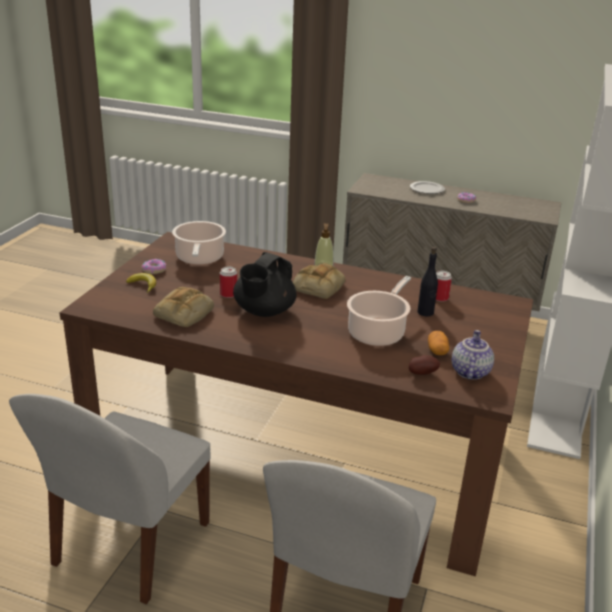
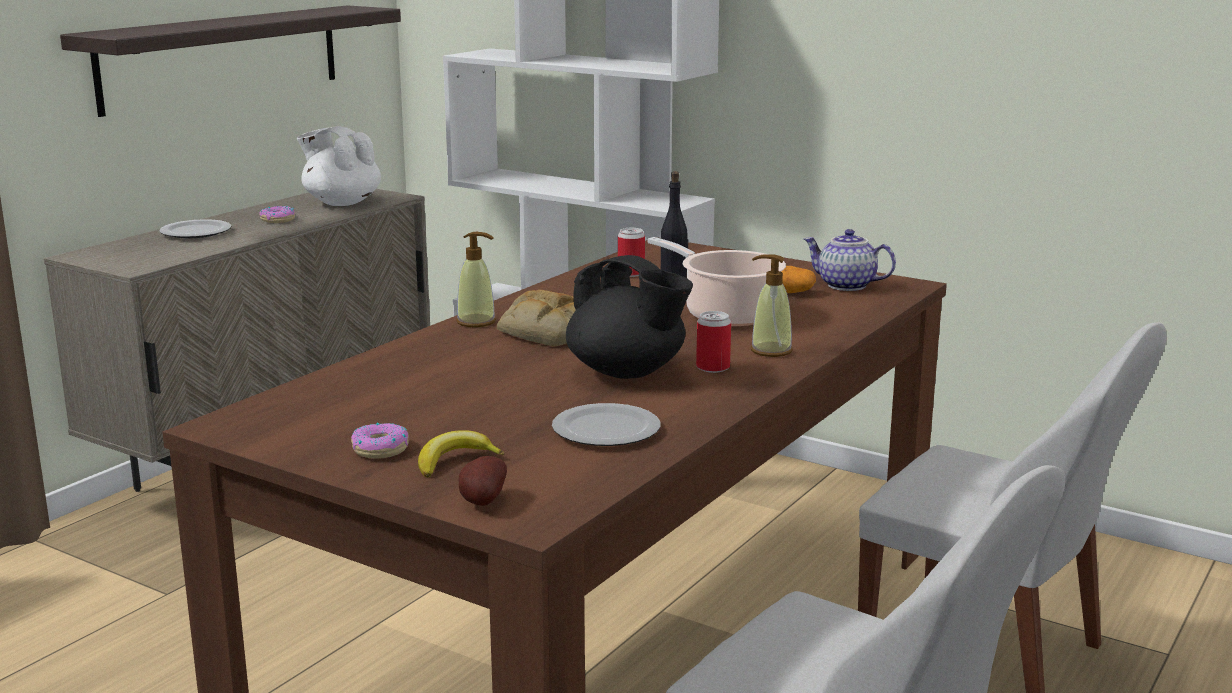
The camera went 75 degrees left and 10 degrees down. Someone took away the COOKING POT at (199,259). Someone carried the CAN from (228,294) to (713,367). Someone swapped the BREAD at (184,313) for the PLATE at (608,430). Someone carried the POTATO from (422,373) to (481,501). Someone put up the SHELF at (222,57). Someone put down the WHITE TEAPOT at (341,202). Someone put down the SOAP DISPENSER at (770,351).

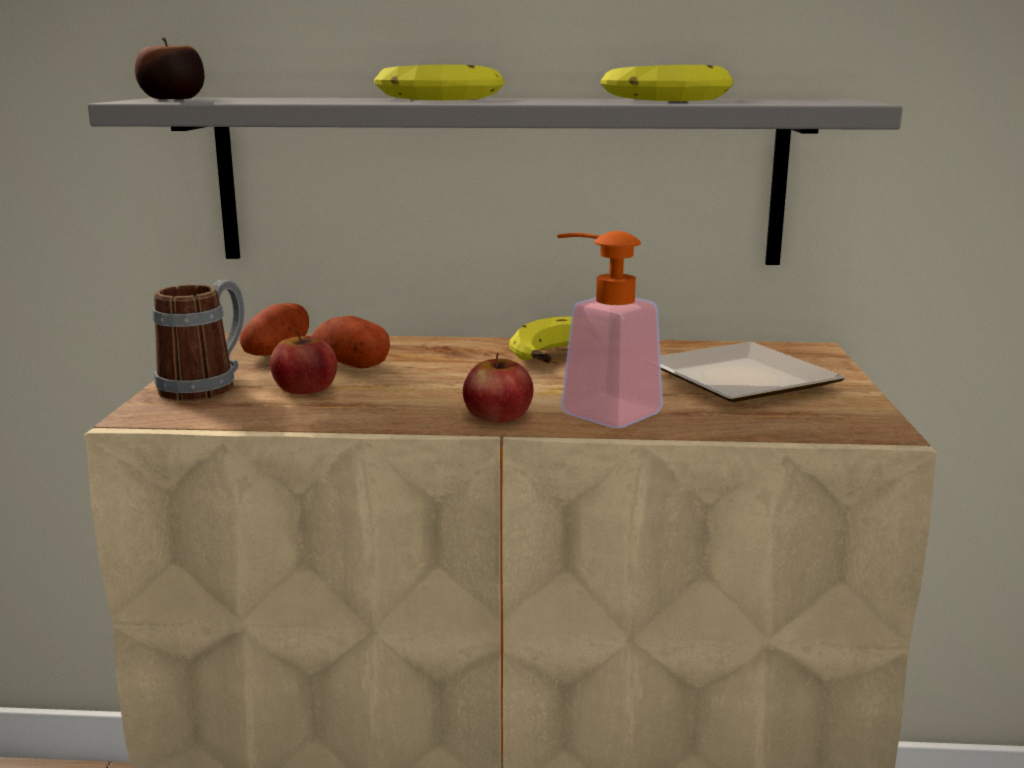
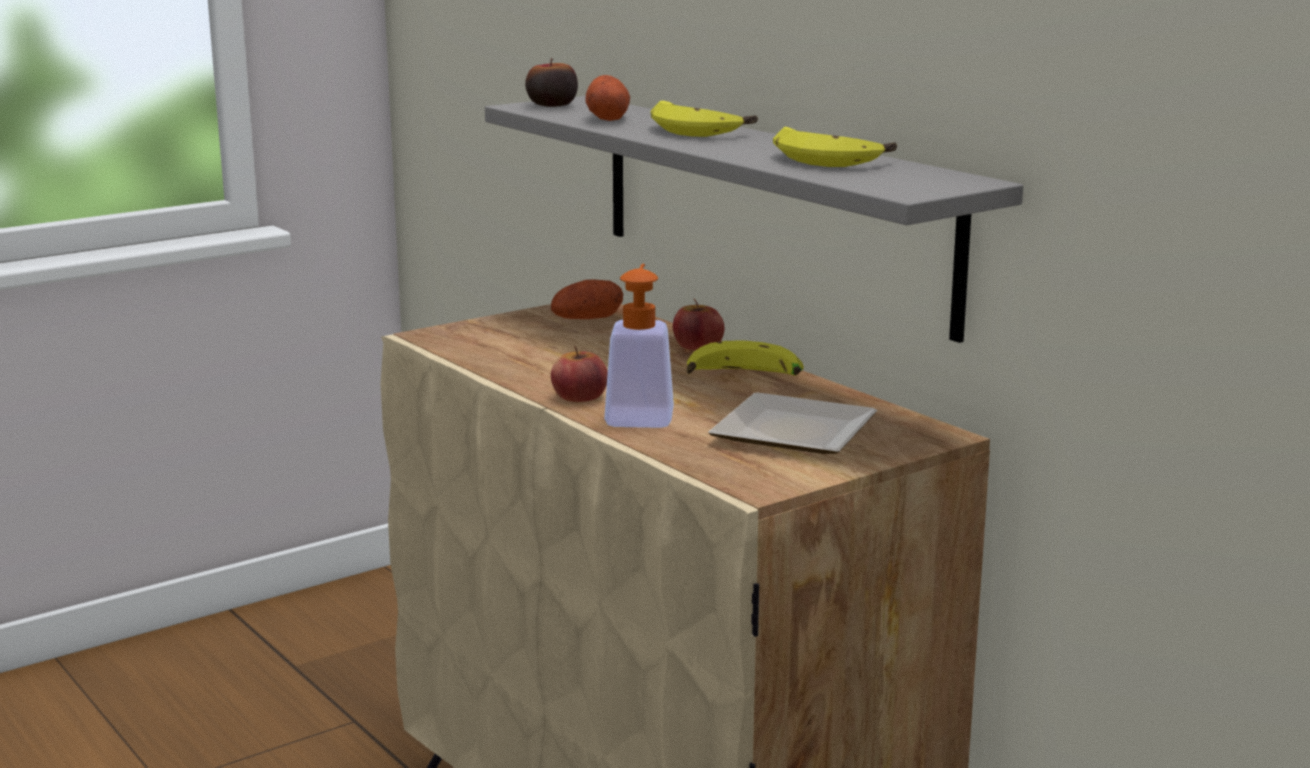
The camera went 50 degrees right and 0 degrees up. Someone took away the MUG at (208,385). Someone carried the POTATO from (351,364) to (607,118). Someone carried the APPLE from (305,387) to (698,346).

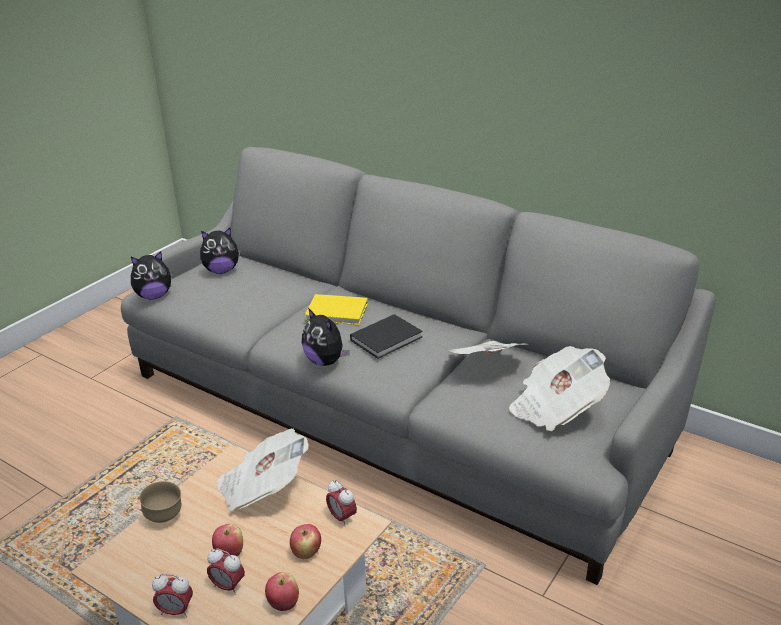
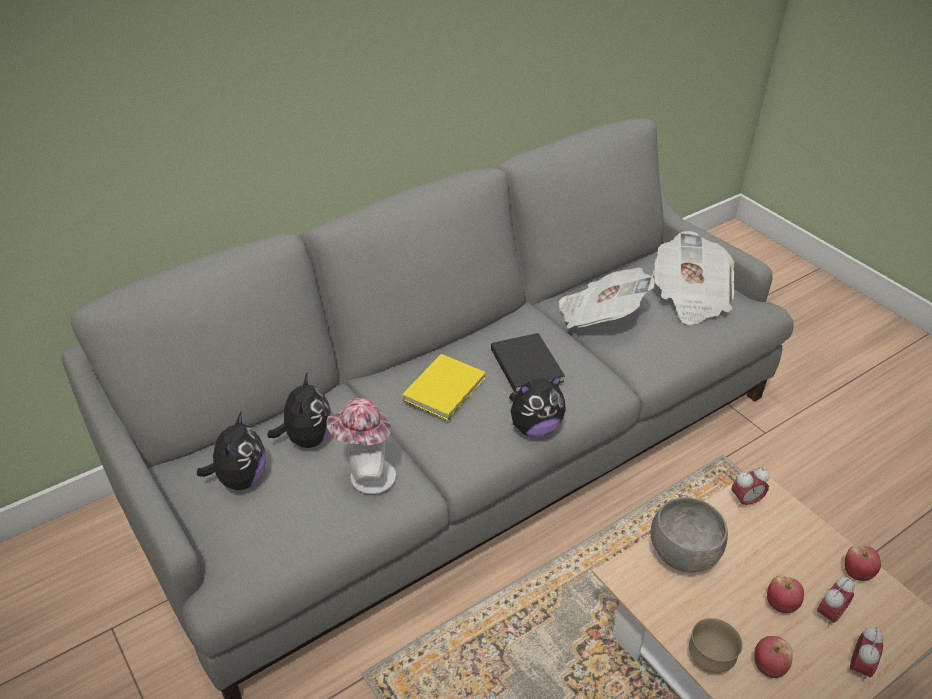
The camera went 70 degrees left and 10 degrees up. Someone carried the PLUSH TOY from (154,296) to (306,438). Someone swapped the NEWSPAPER at (263,488) for the GREY BOWL at (683,555). Someone carried the APPLE from (306,553) to (768,667). Someone put down the HAT at (366,477).

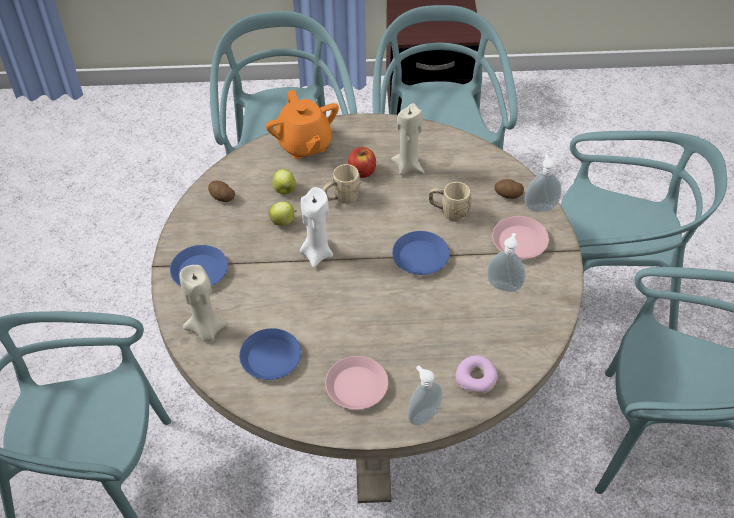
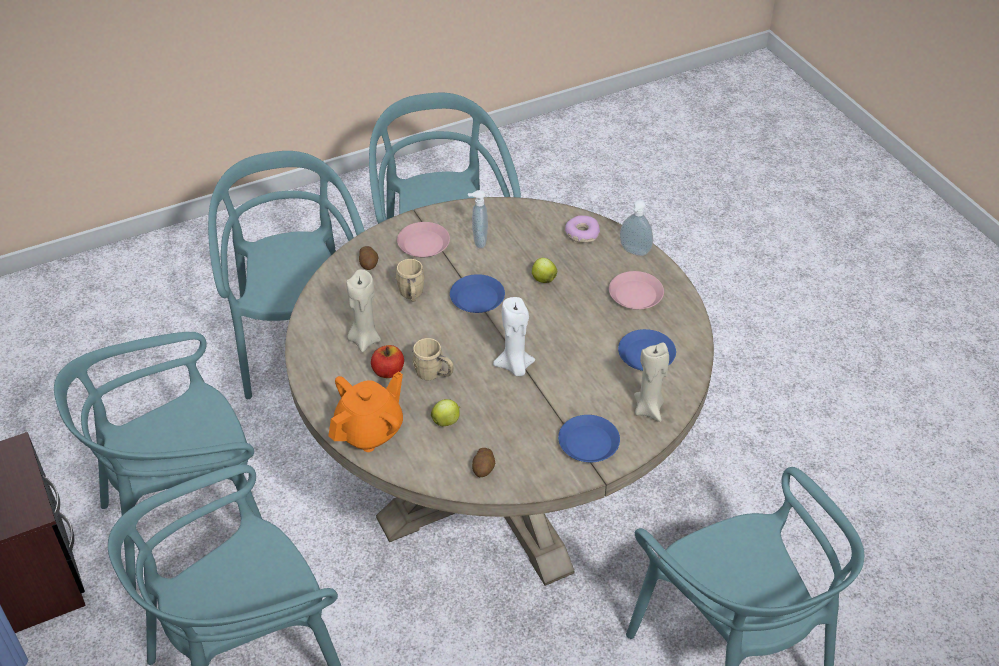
The camera went 115 degrees left and 5 degrees down. Someone took away the SOAP DISPENSER at (540,207). Someone carried the APPLE from (283,221) to (543,279).

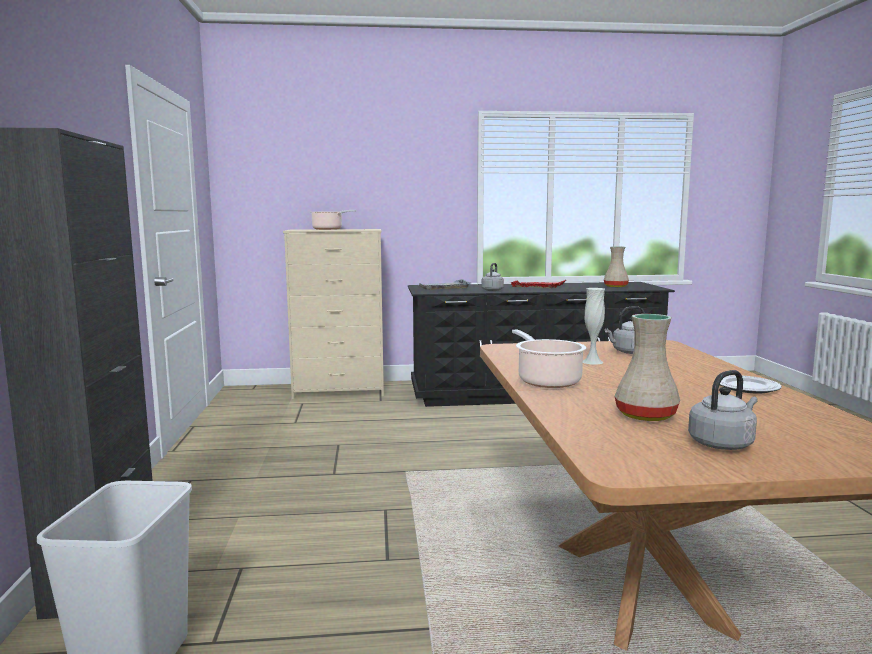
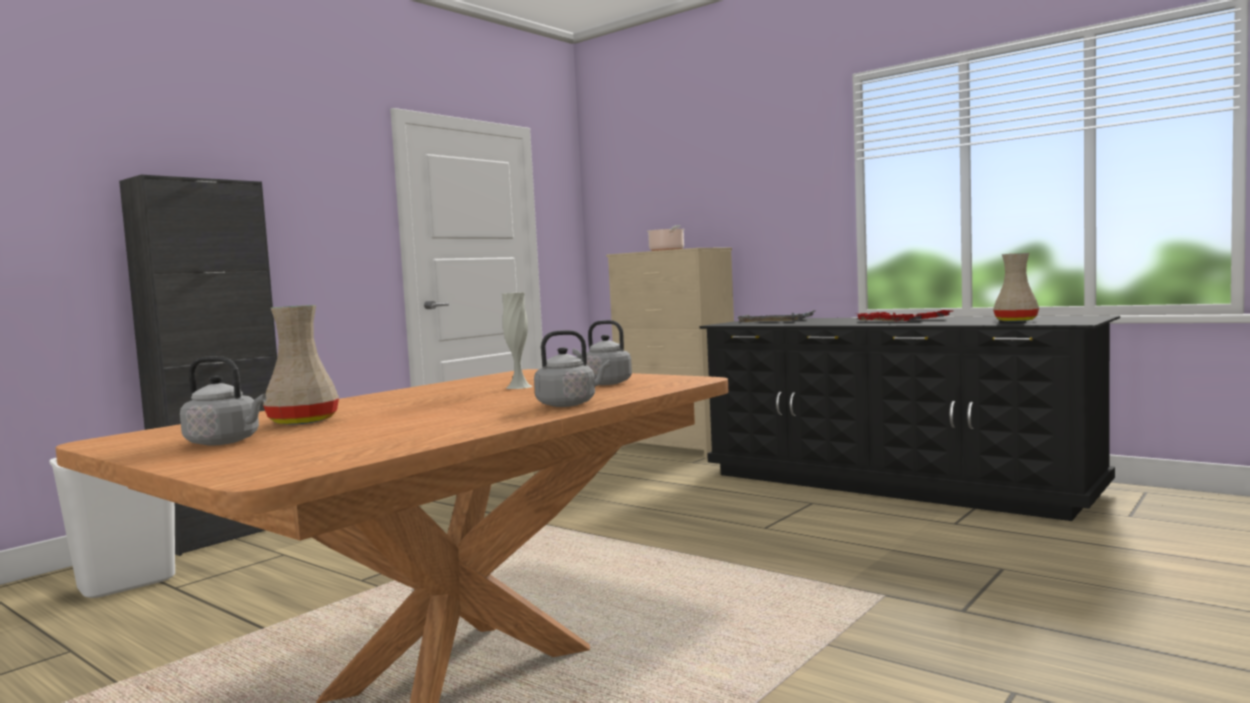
The camera went 45 degrees right and 5 degrees down. Someone carried the GREY KETTLE from (493,290) to (569,404). Someone took away the COOKING POT at (547,380). Someone took away the PLATE at (747,387).

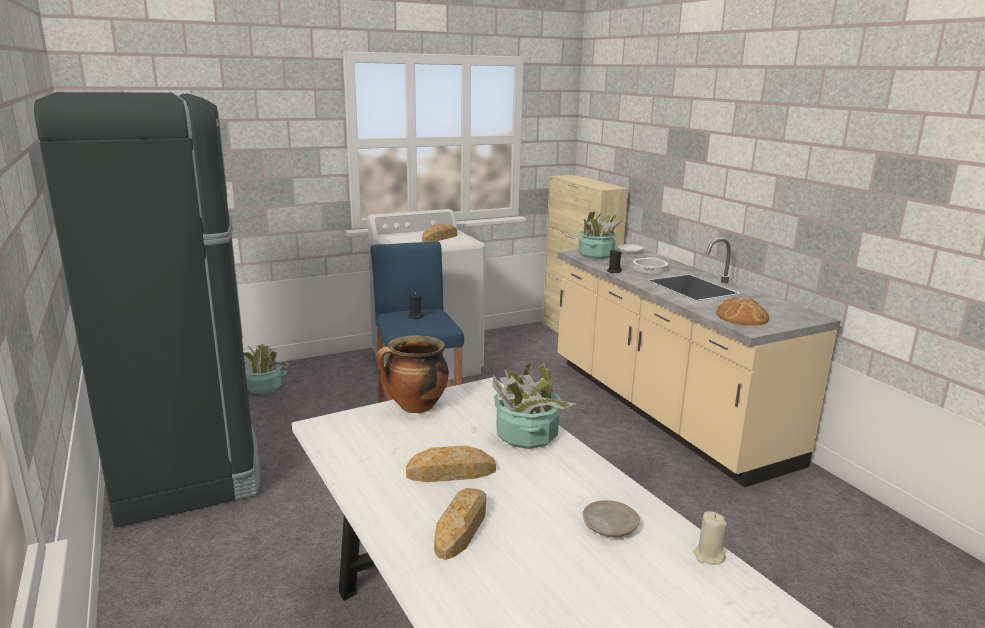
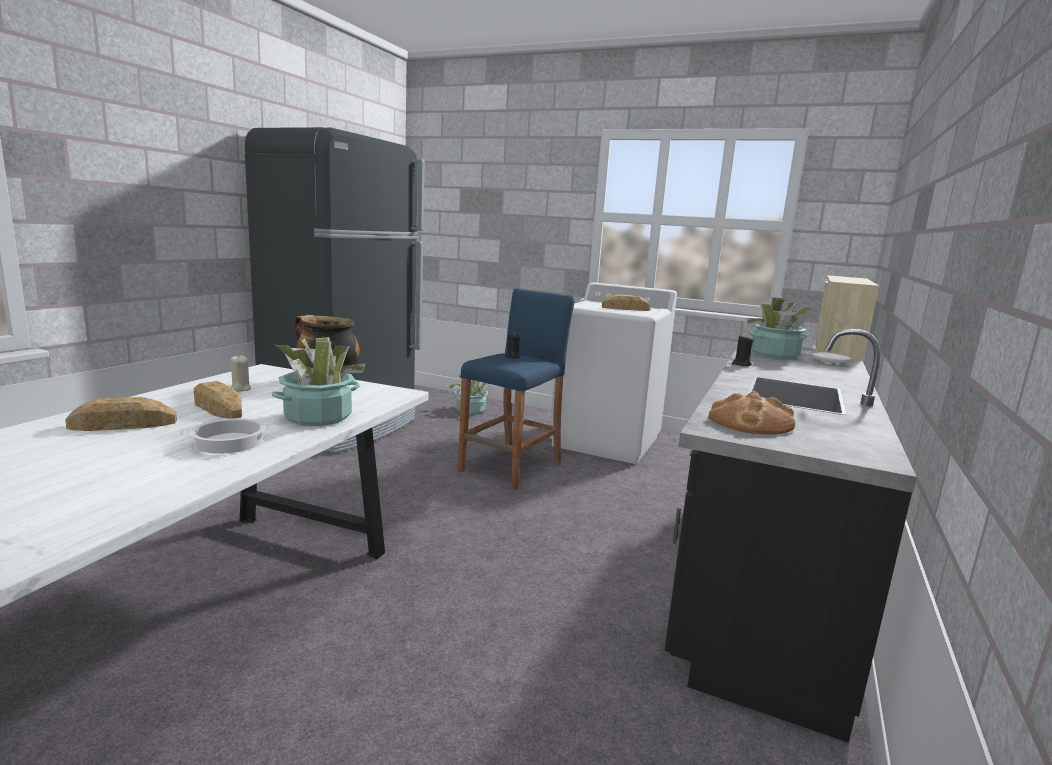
The camera went 50 degrees right and 5 degrees down. Someone repainted the BEIGE COUNTER at (663,410), which became the BLACK COUNTER at (762,573). Someone carried the COOKING POT from (650,269) to (228,443). Someone took away the BEIGE PLATE at (609,526). Someone carried the BEIGE CANDLE from (708,556) to (240,389).

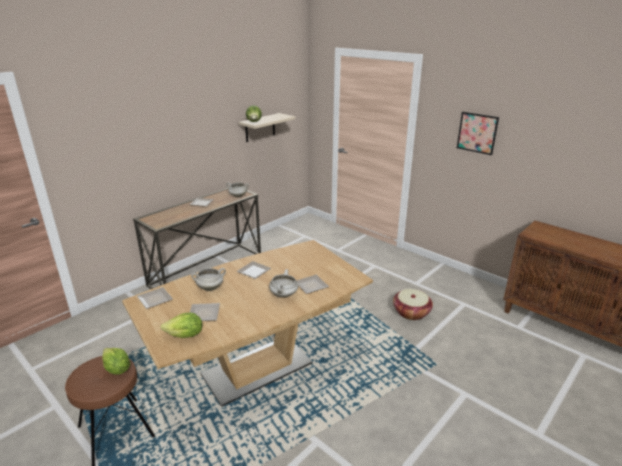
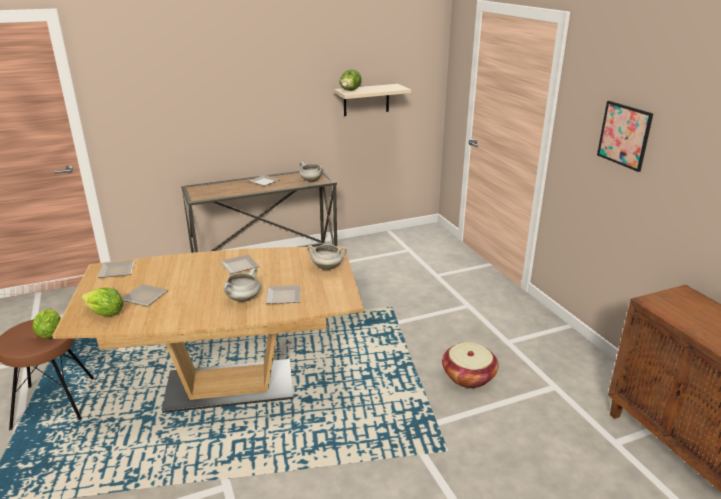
The camera went 25 degrees right and 0 degrees up. Someone carried the WHITE COOKING POT from (210,288) to (327,267).

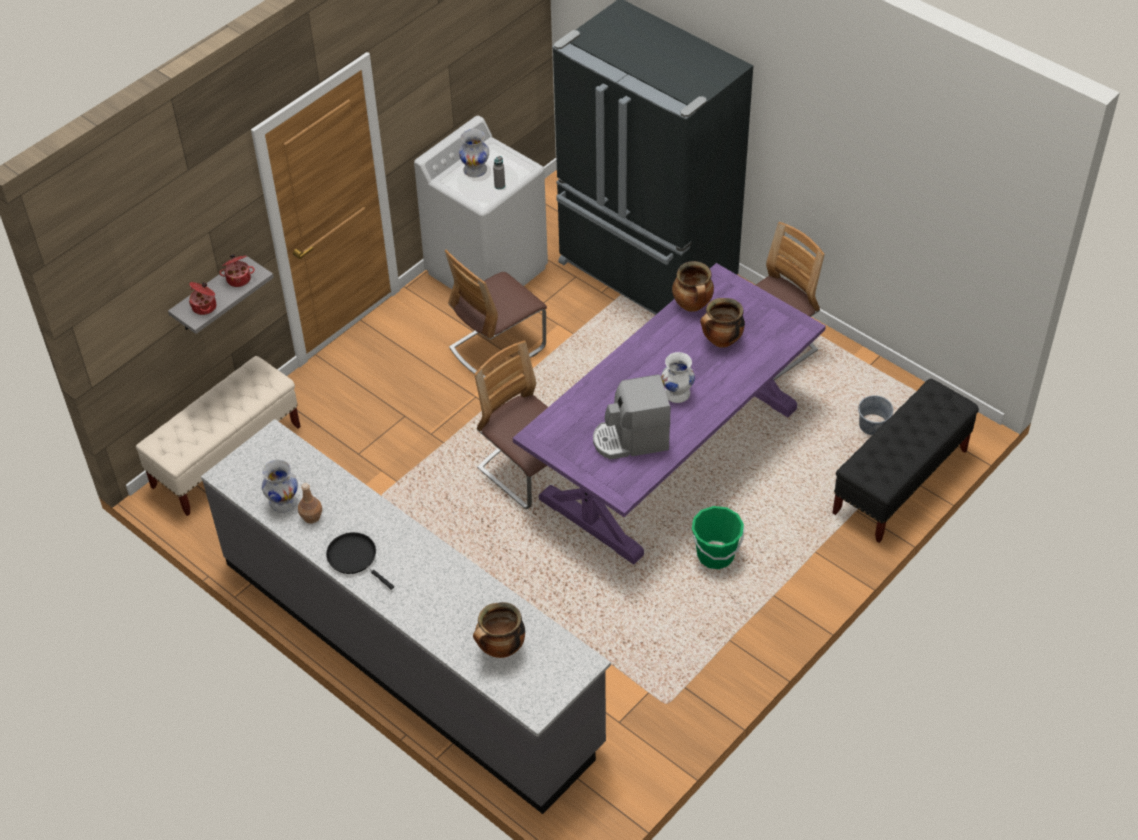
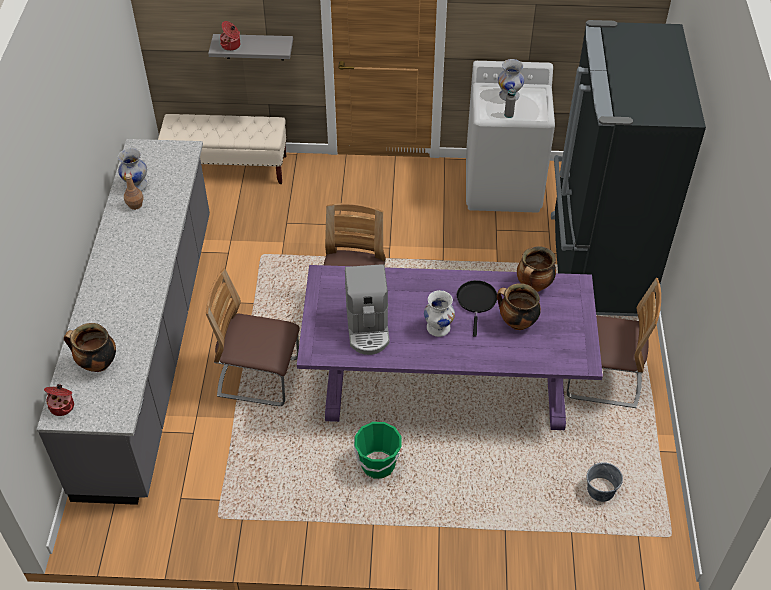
The camera went 50 degrees right and 0 degrees up. Someone carried the CHAIR from (497,348) to (259,378). Someone carried the COOKING POT from (238,278) to (62,406). Someone rotated the COFFEE MACHINE at (631,440) by 135 degrees counterclockwise. Someone took away the BLACK BENCH at (900,482). Someone carried the BLACK FRYING PAN from (354,558) to (476,301).

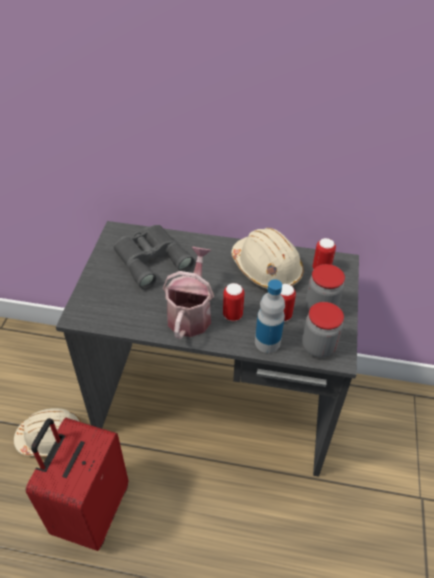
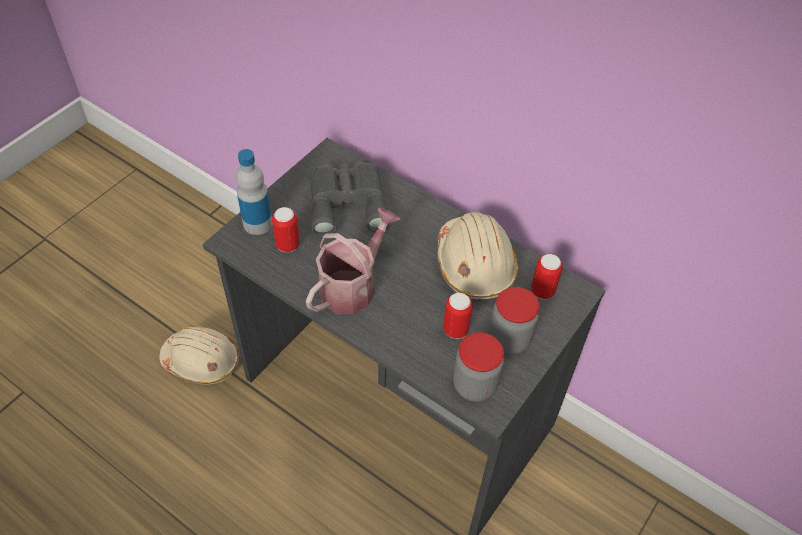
The camera went 25 degrees right and 5 degrees up. Someone carried the BOTTLE from (267,342) to (257,223). Someone carried the CAN from (232,315) to (288,245). Someone took away the RED SUITCASE at (91,511).

